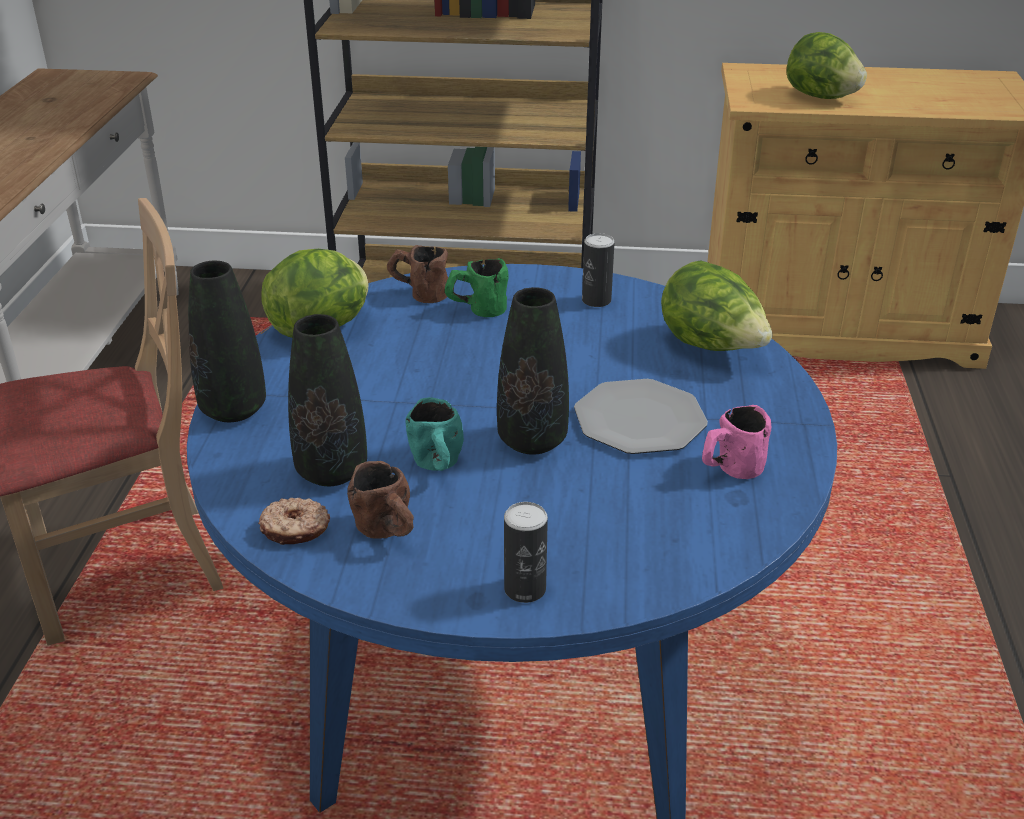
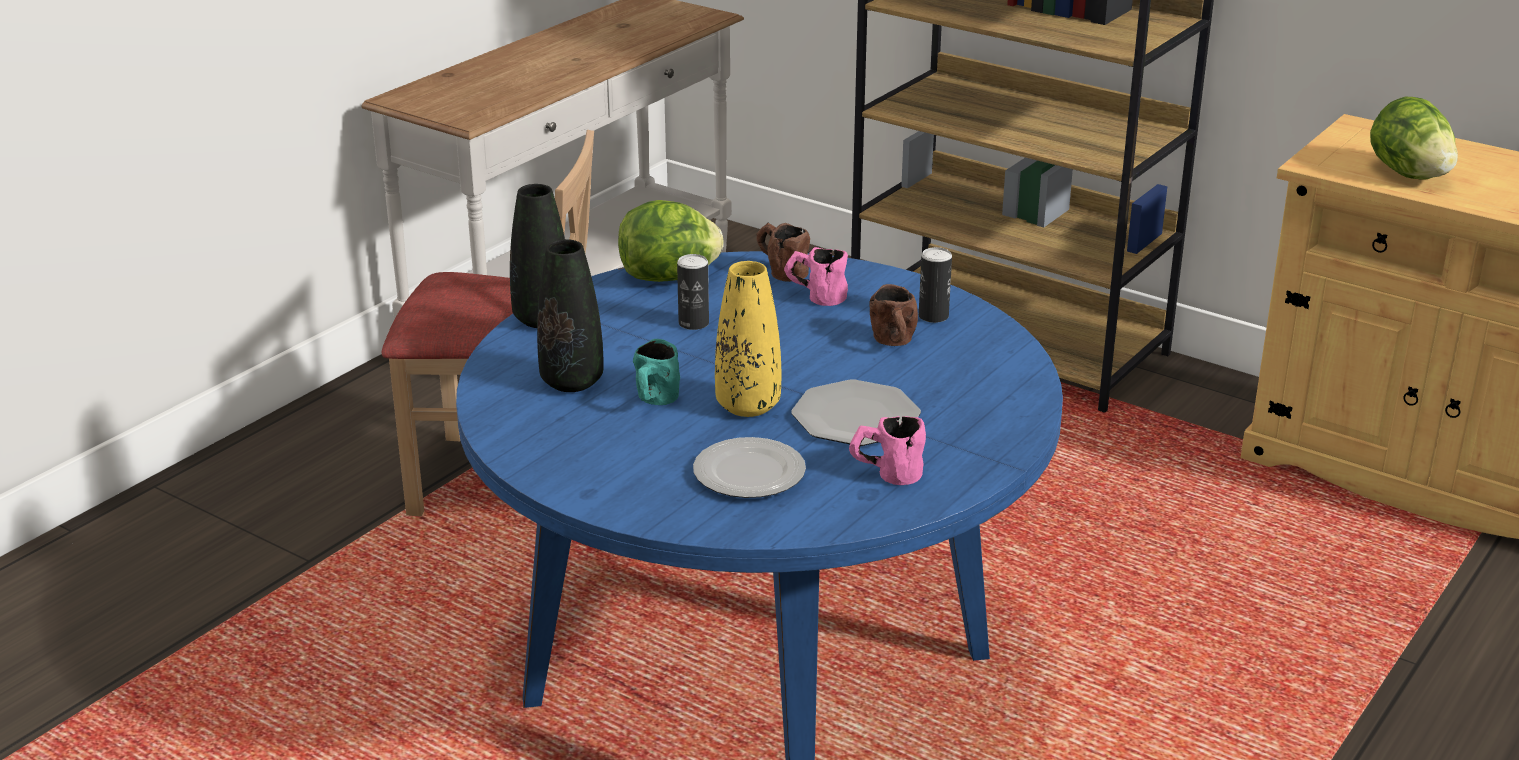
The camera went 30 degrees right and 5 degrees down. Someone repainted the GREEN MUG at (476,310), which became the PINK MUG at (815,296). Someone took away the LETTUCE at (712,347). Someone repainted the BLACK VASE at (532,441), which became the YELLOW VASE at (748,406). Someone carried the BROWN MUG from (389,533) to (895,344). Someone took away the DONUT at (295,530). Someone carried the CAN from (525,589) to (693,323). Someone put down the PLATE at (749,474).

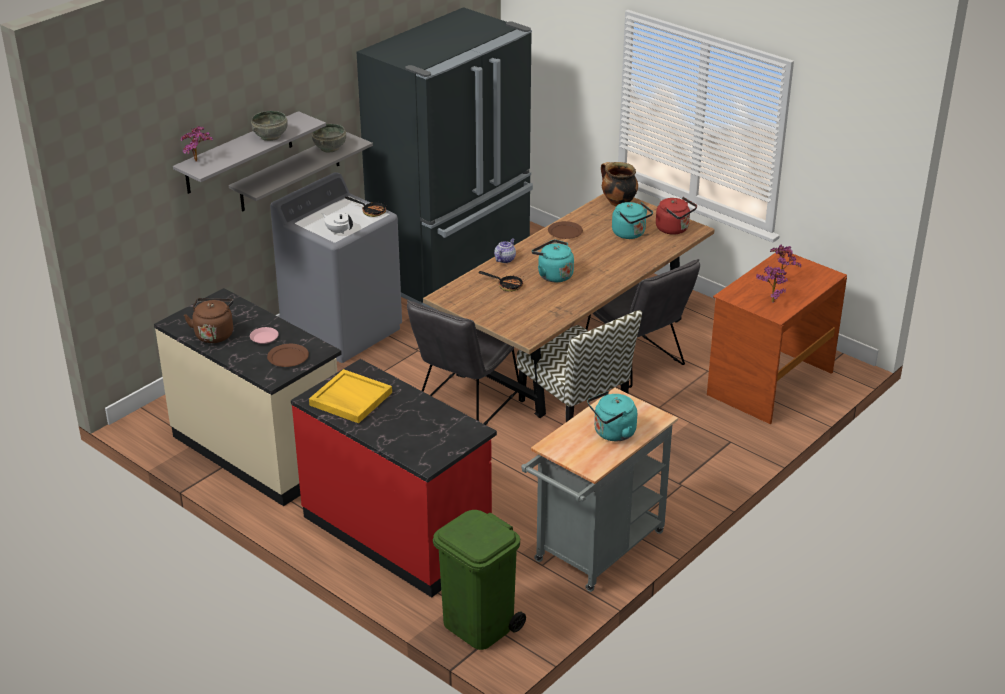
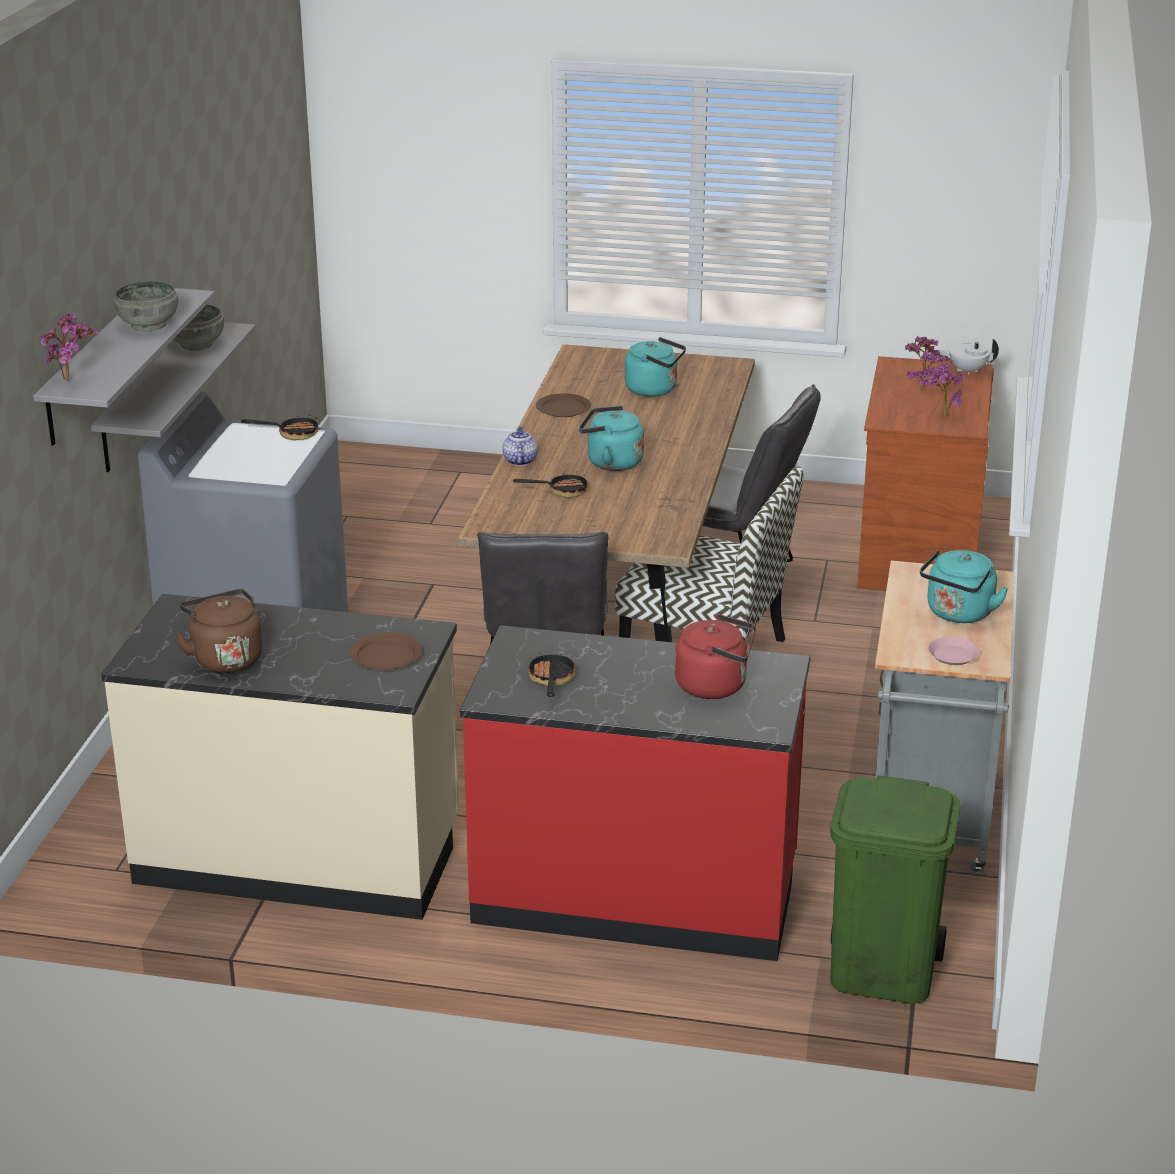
The camera went 30 degrees left and 5 degrees down. Someone took away the BLACK FRIDGE at (454,272). Someone took away the COOKING POT at (617,202). Someone carried the RED KETTLE from (674,229) to (716,686). Someone carried the WHITE TEAPOT from (338,231) to (967,370). Someone carried the PINK PLATE from (264,338) to (952,655). Someone swapped the YELLOW TRAY at (350,399) for the FRYING PAN at (551,680).

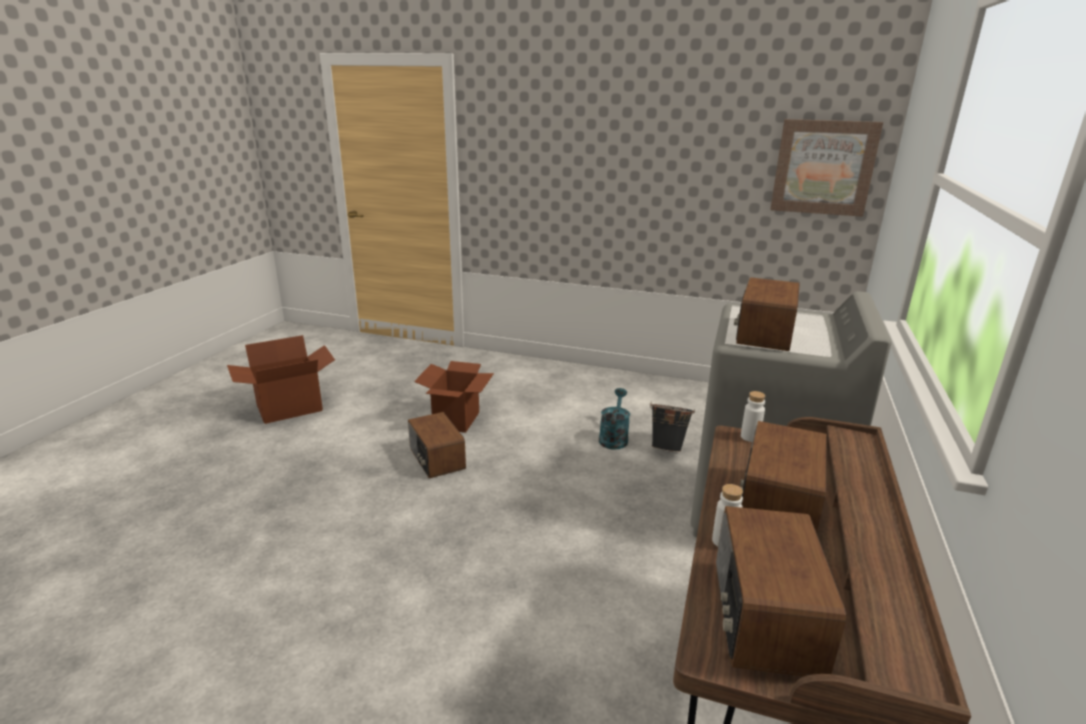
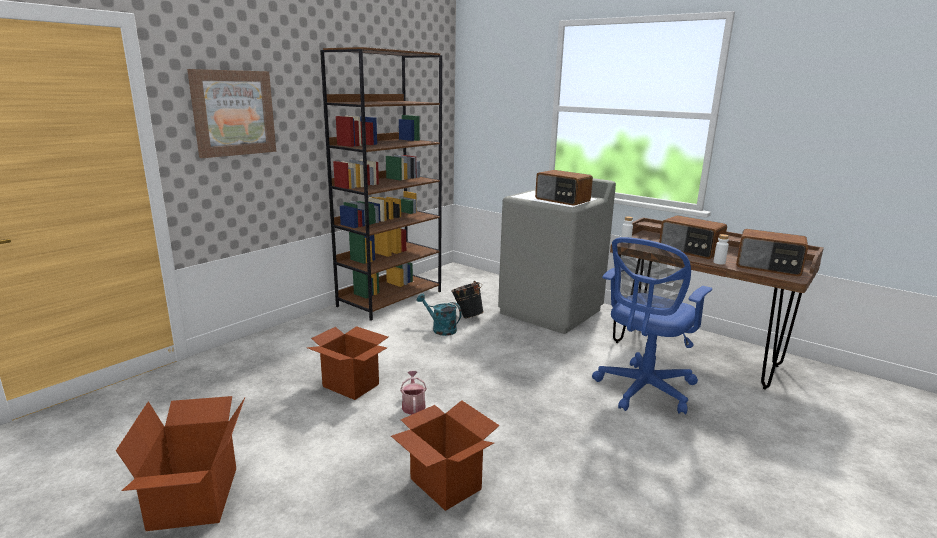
The camera went 70 degrees left and 5 degrees down. Someone carried the PICTURE from (823,167) to (233,113). Someone swapped the RADIO at (436,459) for the WATERING CAN at (413,405). Someone put down the BROWN BOOKCASE at (390,298). Someone put down the BLUE OFFICE CHAIR at (642,391). Someone put down the CARDBOARD BOX at (445,484).

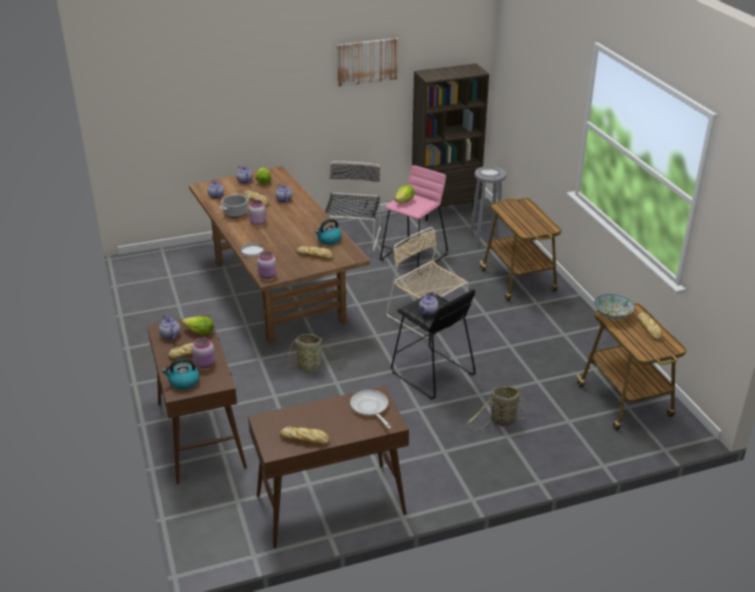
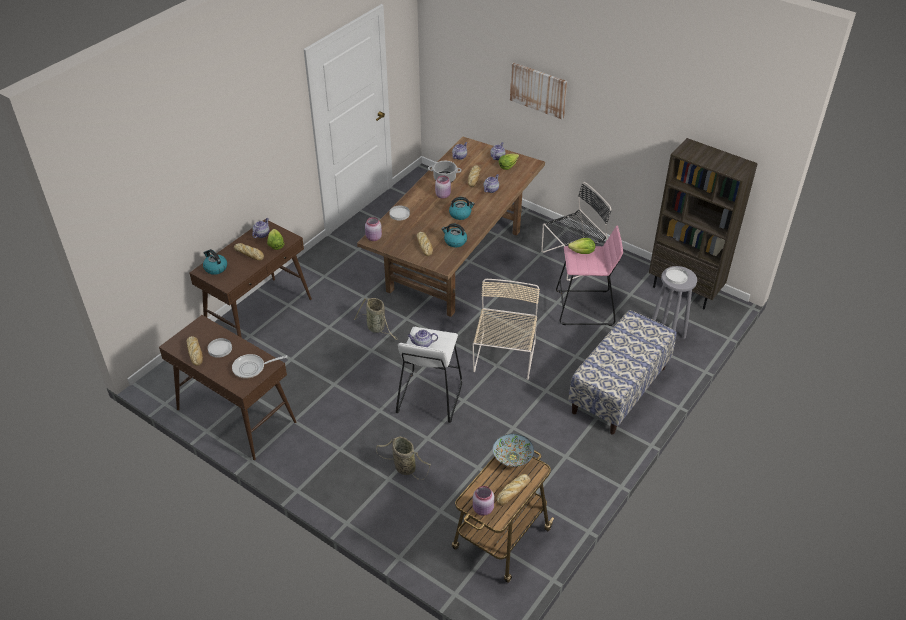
The camera went 55 degrees right and 10 degrees up. Someone carried the PICTURE from (367,61) to (538,90). Someone swapped the CART at (518,281) for the BENCH at (619,390). Someone repainted the BLACK STOOL at (432,374), which became the WHITE STOOL at (429,397). Someone carried the PINK JAR from (205,364) to (483,509). Someone rotated the FRYING PAN at (370,408) by 135 degrees counterclockwise. Someone put down the KETTLE at (460,214). Someone put down the WHITE PLATE at (220,348).

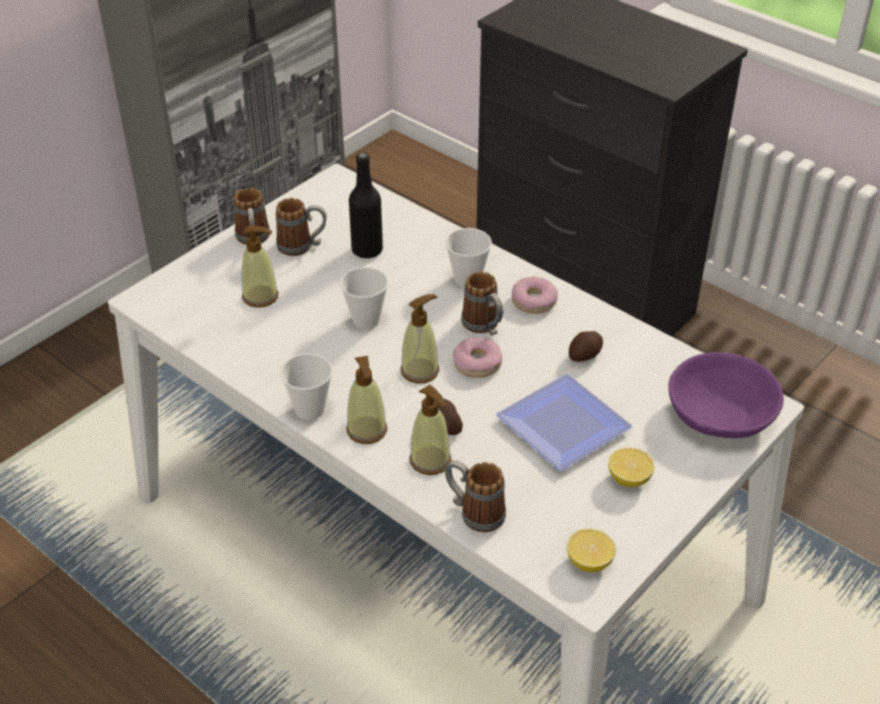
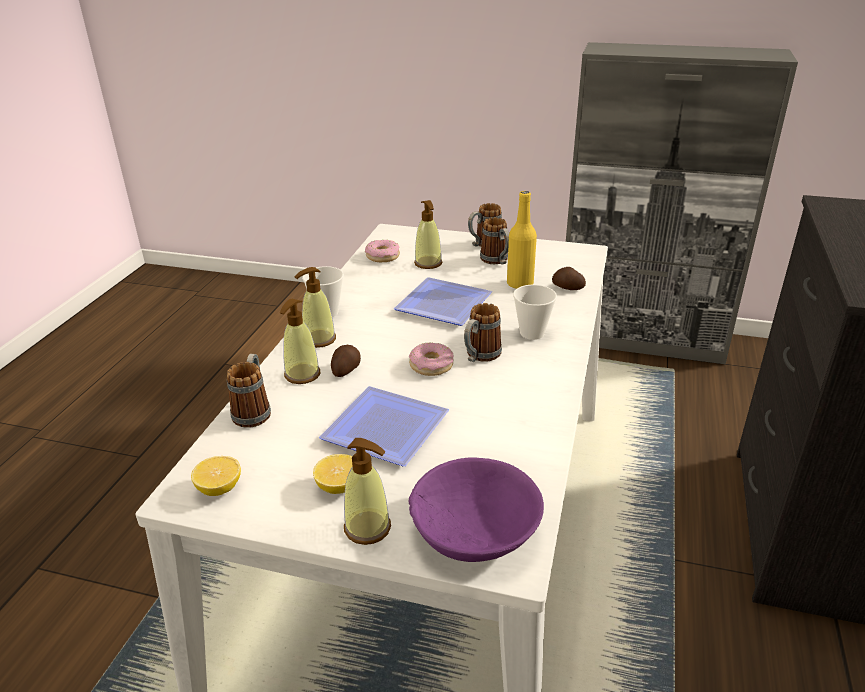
The camera went 65 degrees right and 10 degrees down. Someone repainted the BLACK BOTTLE at (367,250), which became the YELLOW BOTTLE at (520,284). Someone swapped the CUP at (366,319) for the PLATE at (440,305). Someone carried the DONUT from (534,301) to (383,256). Someone carried the SOAP DISPENSER from (420,370) to (368,528). Someone carried the POTATO from (586,355) to (567,288).

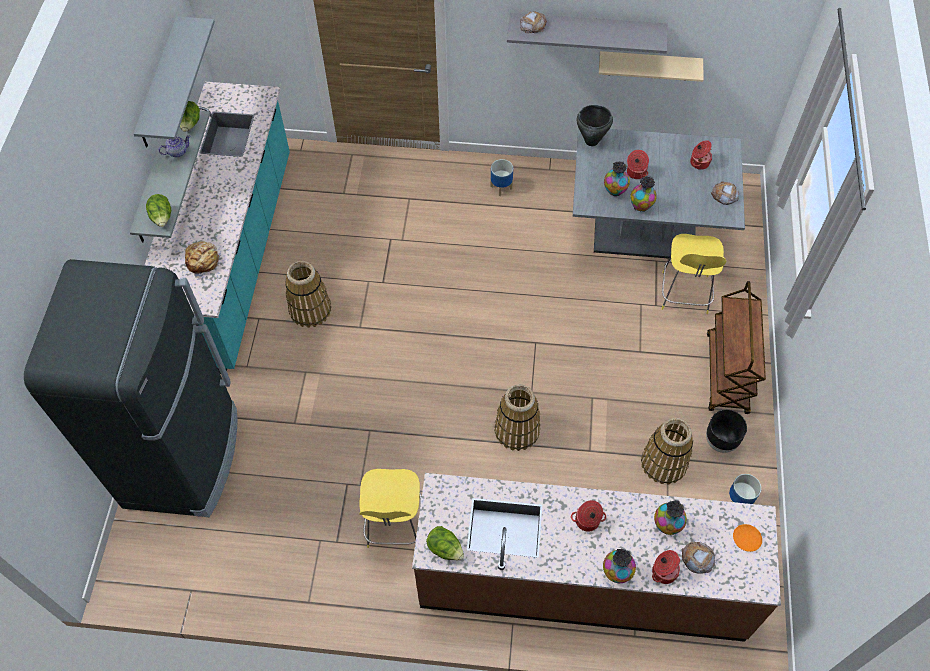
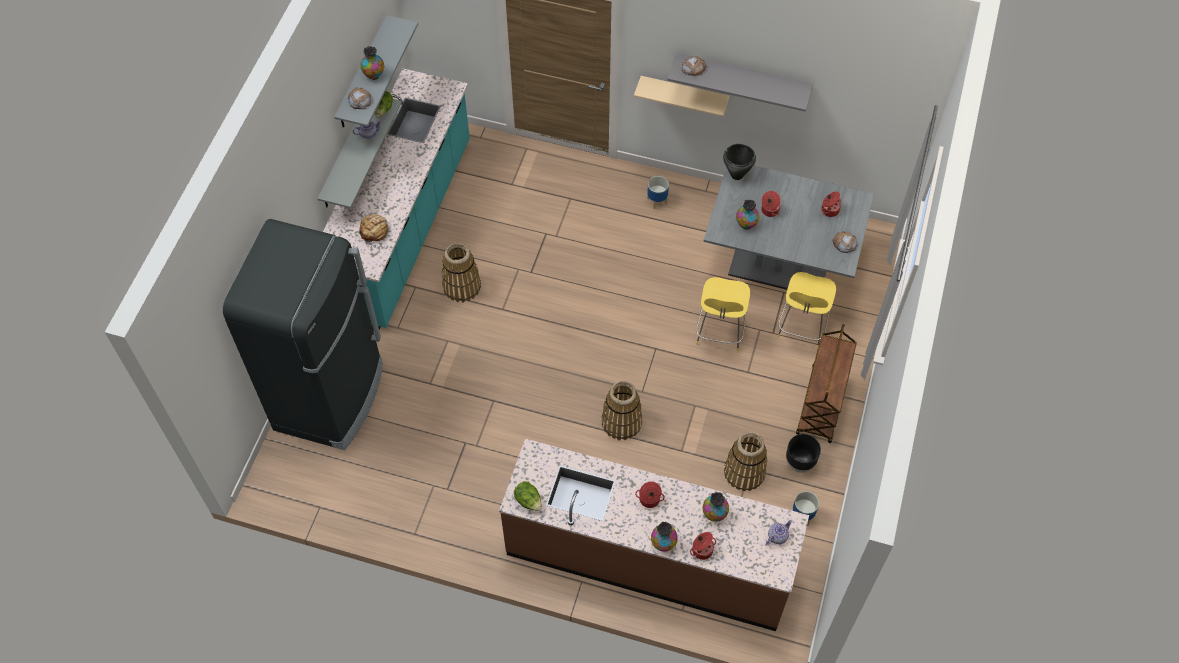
The camera went 10 degrees right and 0 degrees up. Someone carried the BEIGE SHELF from (649,66) to (684,94). Someone carried the VASE from (641,206) to (374,75). Someone took away the LETTUCE at (162,218). Someone carried the YELLOW STOOL from (394,526) to (720,332). Someone swapped the ORANGE PLATE at (746,539) for the TEAPOT at (777,536). Someone carried the BREAD from (697,558) to (359,100).

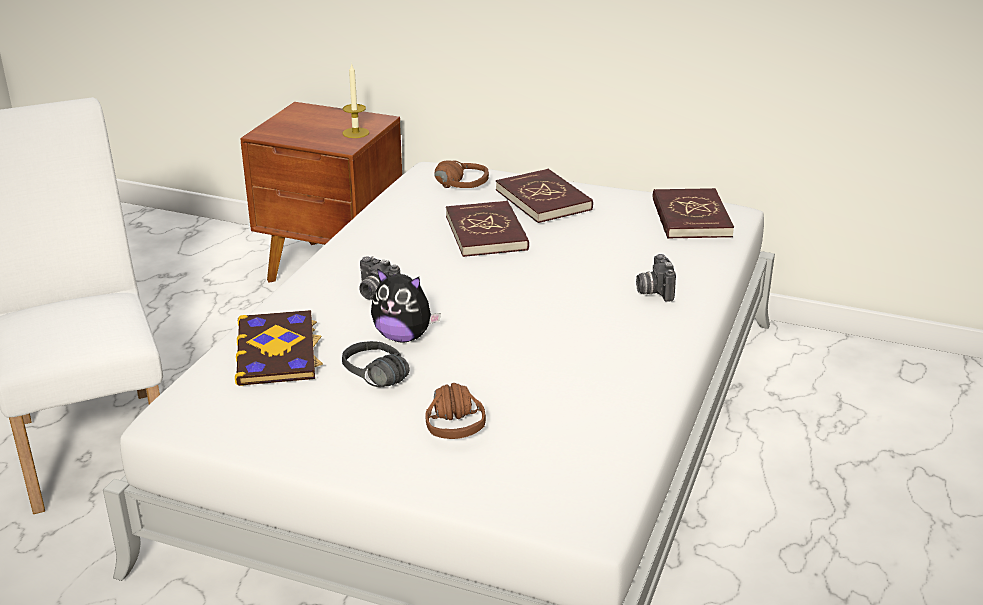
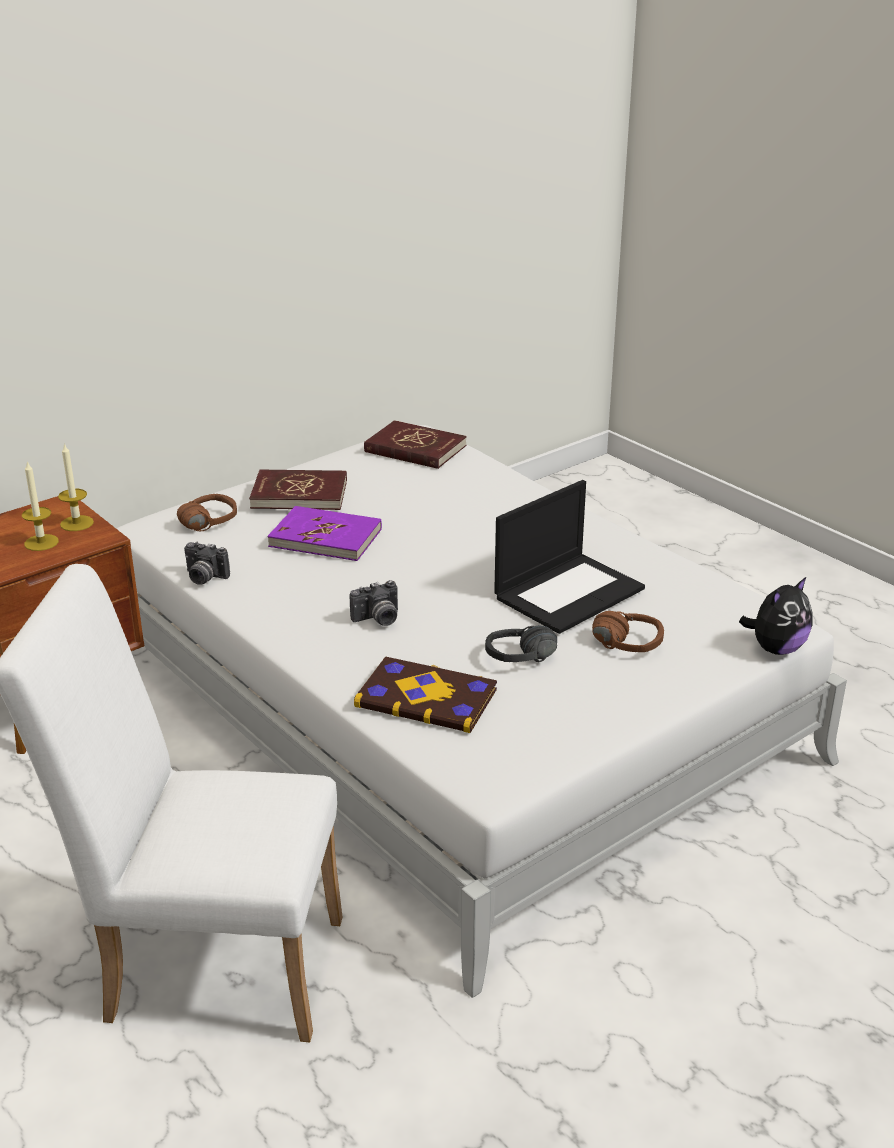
The camera went 60 degrees left and 0 degrees up. Someone repainted the RED BOOK at (487,233), which became the PURPLE BOOK at (326,538). Someone carried the PHOTO CAMERA from (653,291) to (204,578). Someone carried the PLUSH TOY from (403,337) to (776,648). Someone put down the CANDLE at (41,542). Someone put down the LAPTOP at (569,592).

